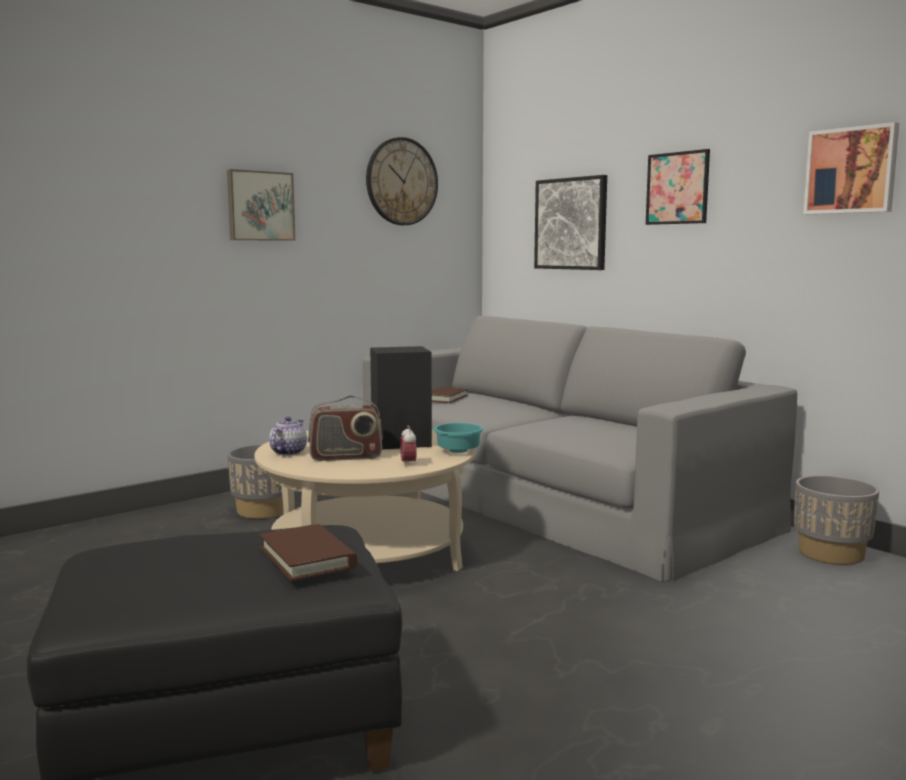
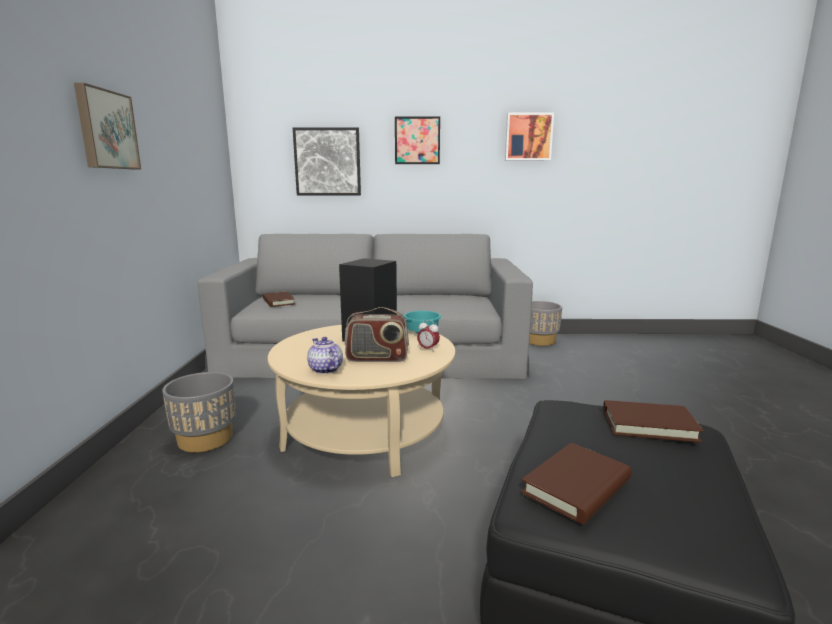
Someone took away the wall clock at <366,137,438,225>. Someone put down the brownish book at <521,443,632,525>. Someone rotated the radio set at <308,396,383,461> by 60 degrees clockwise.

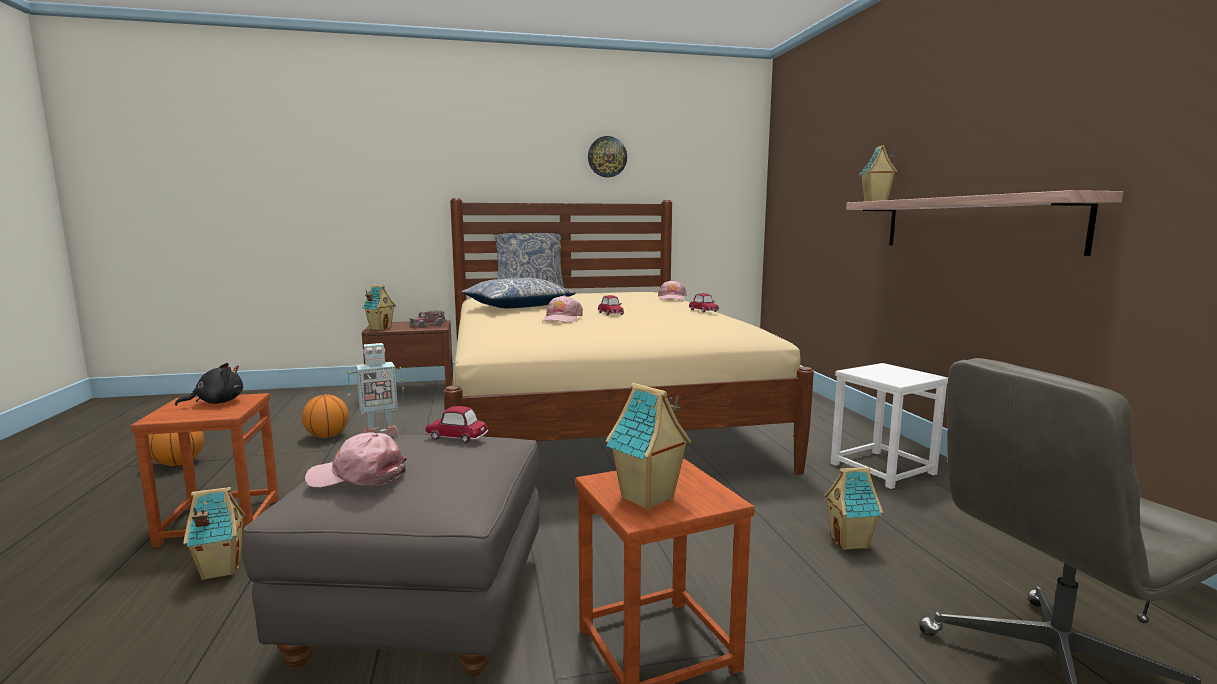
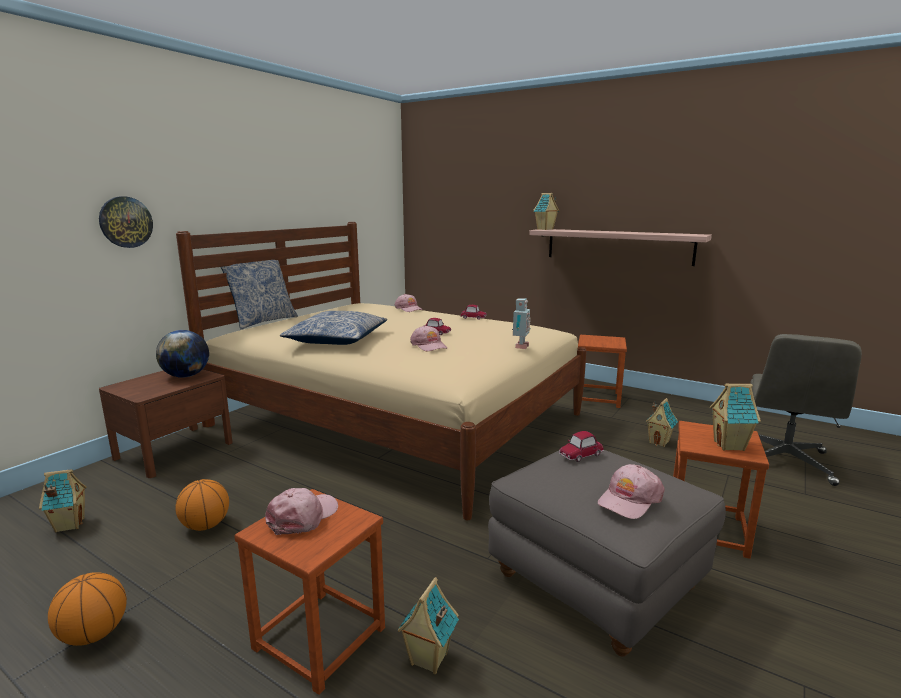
Someone carried the model robot from <347,343,404,435> to <512,298,531,349>. Someone carried the toy house from <362,285,396,330> to <39,469,87,532>. Someone carried the wall clock from <588,136,627,177> to <99,197,153,248>. Someone swapped the black-coloured plush toy at <175,363,243,406> for the pinkish cap at <265,488,338,535>. Someone swapped the model truck at <409,310,447,328> for the desk globe at <156,330,209,378>. Someone repainted the white-coloured stool at <831,363,948,489>, which became the brownish stool at <578,335,627,408>.

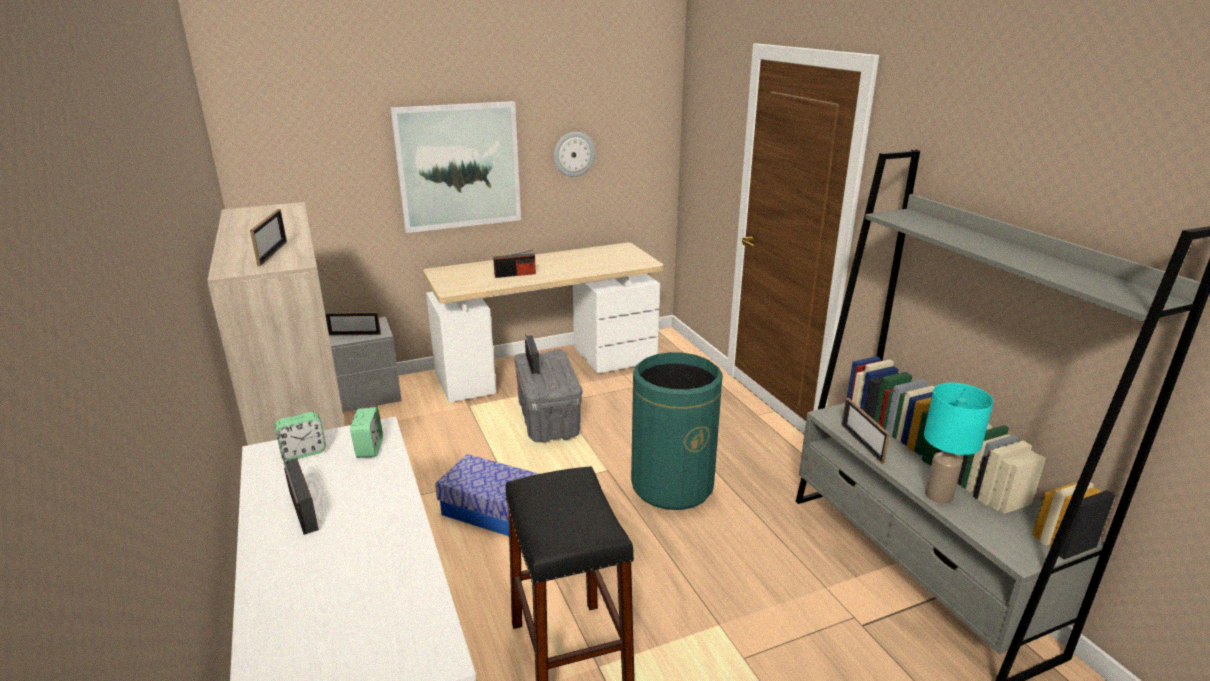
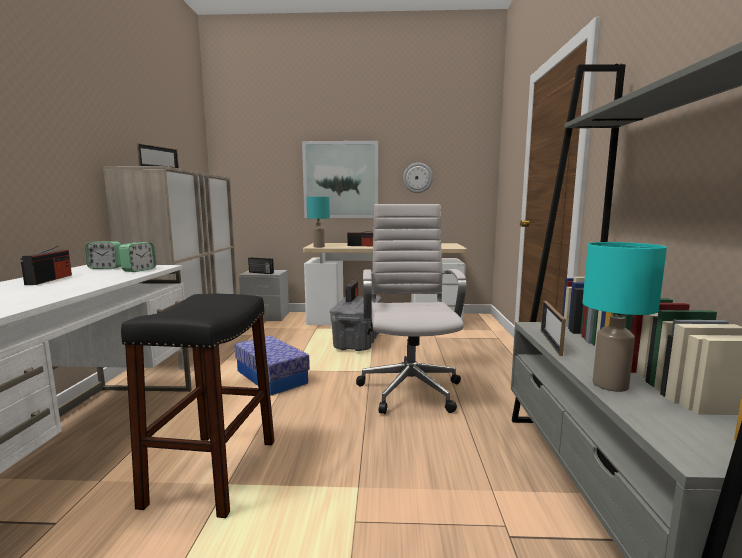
Someone put down the turquoise-coloured tabletop lamp at <307,197,330,248>. Someone swapped the picture frame at <325,312,381,336> for the radio set at <248,257,274,274>. Someone swapped the greenish waste bin at <631,352,723,510> for the white-coloured desk chair at <356,204,467,414>.

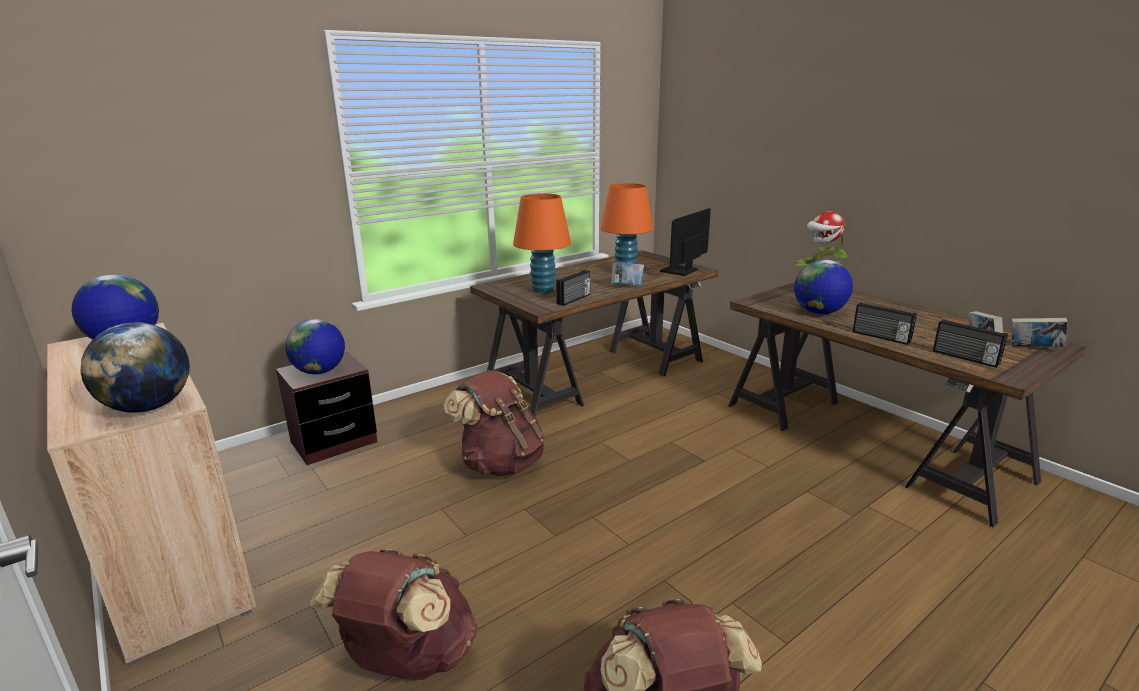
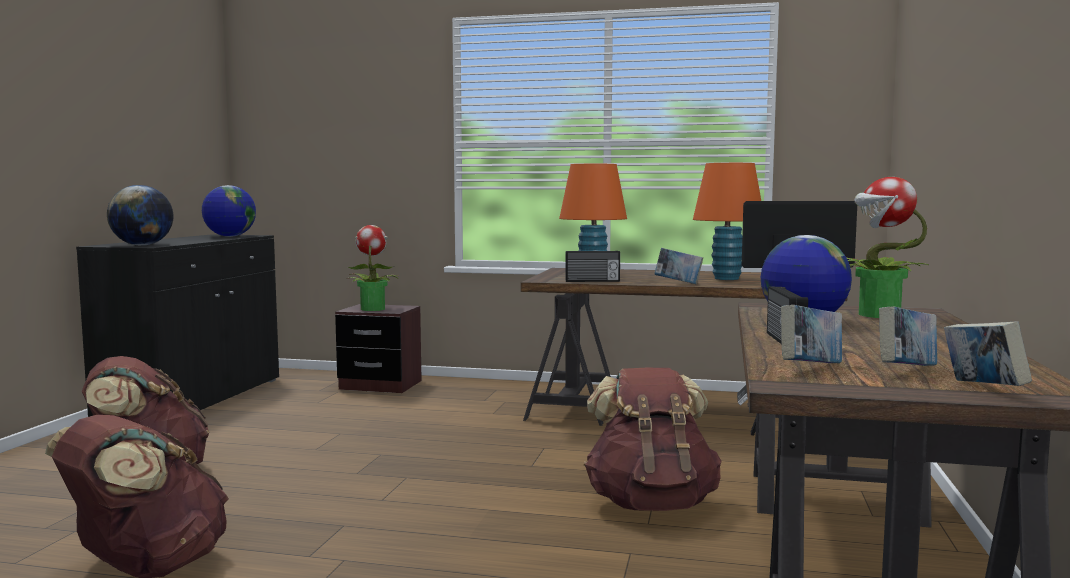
Someone carried the brownish rucksack from <444,370,545,476> to <584,368,722,511>. Someone swapped the desk globe at <285,319,345,374> for the potted plant at <348,225,398,311>. Someone swapped the radio set at <933,319,1008,368> for the book at <781,305,842,363>. Someone repainted the beige cupboard at <47,323,257,666>, which became the black-coloured cupboard at <76,235,279,417>.

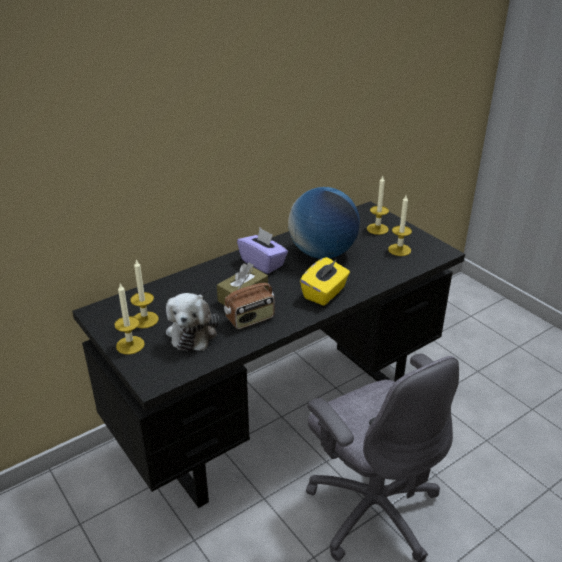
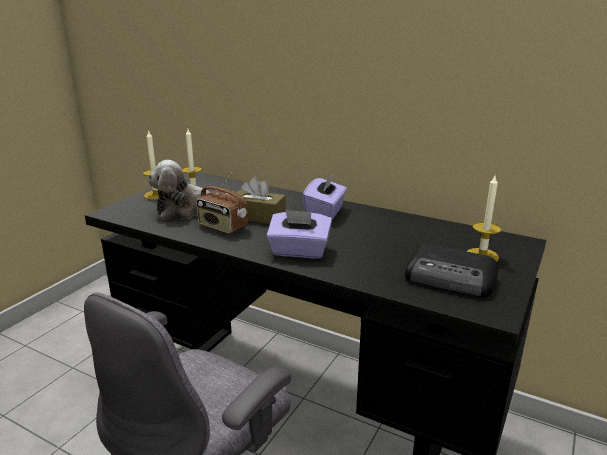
Someone took away the desk globe at <288,187,360,259>. Someone swapped the wax candle at <388,195,412,256> for the radio set at <405,244,498,297>. Someone repainted the yellow-coloured tissue box at <300,257,350,306>, which became the purple tissue box at <267,210,332,258>.

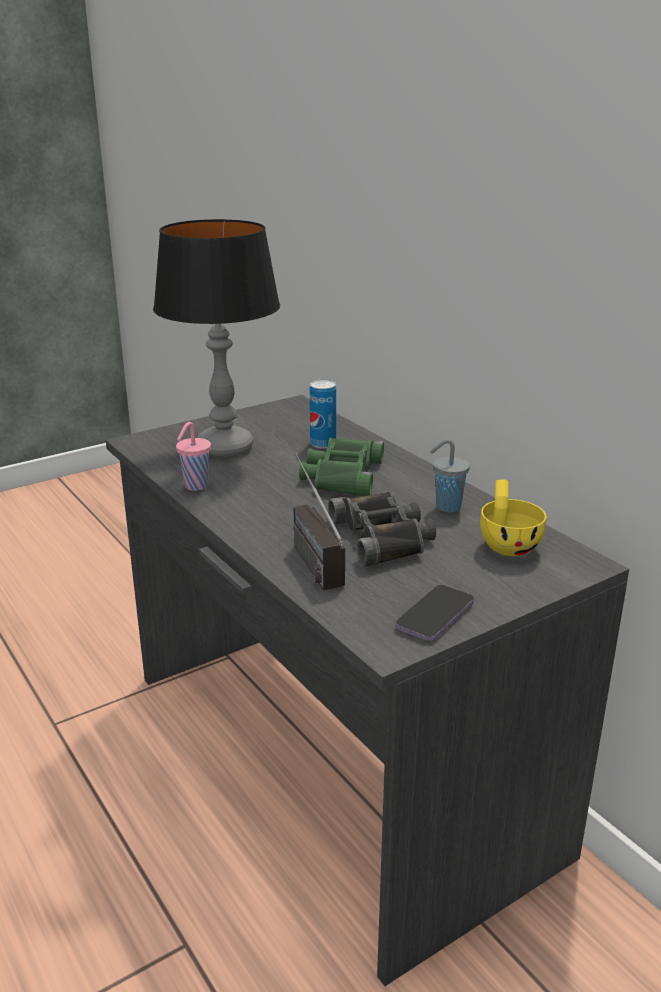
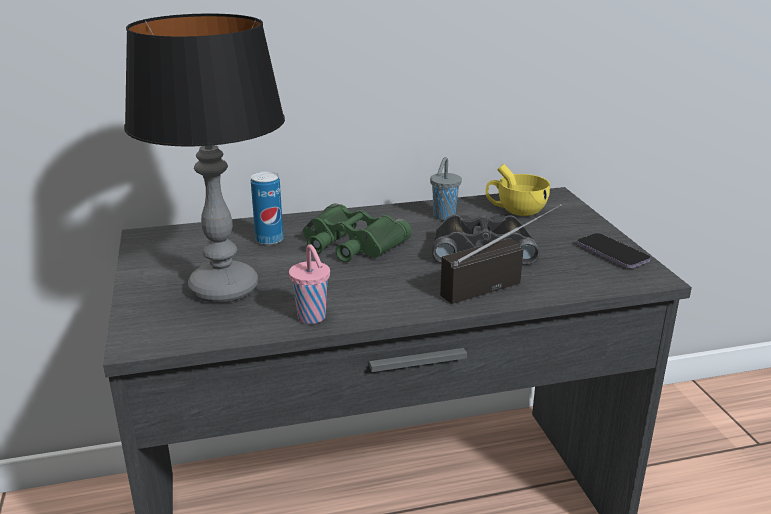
Someone rotated the radio set at <293,453,345,590> by 150 degrees clockwise.

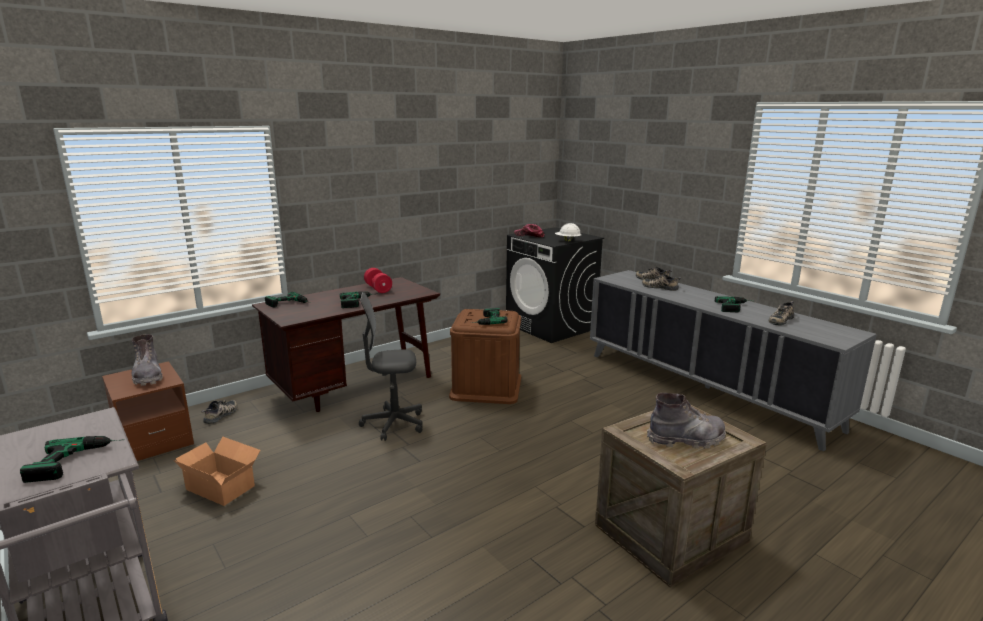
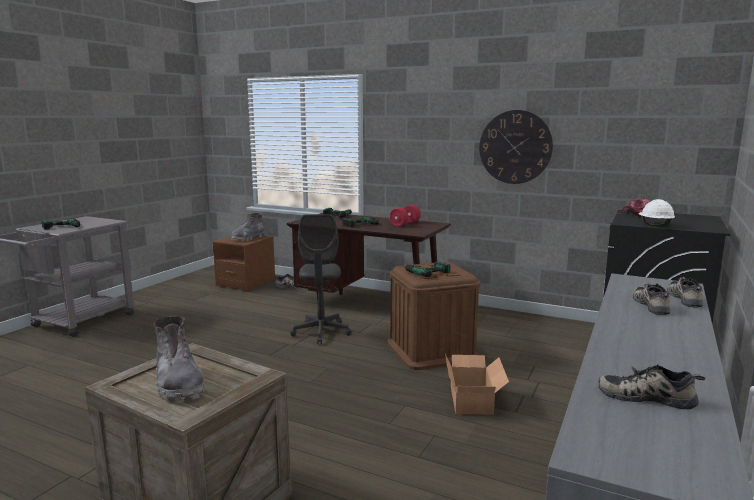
Someone took away the power drill at <715,296,748,312>. Someone put up the wall clock at <479,110,553,184>. Someone carried the carton from <174,437,260,506> to <445,354,509,415>. Someone rotated the gray desk chair at <359,292,423,441> by 150 degrees counterclockwise.

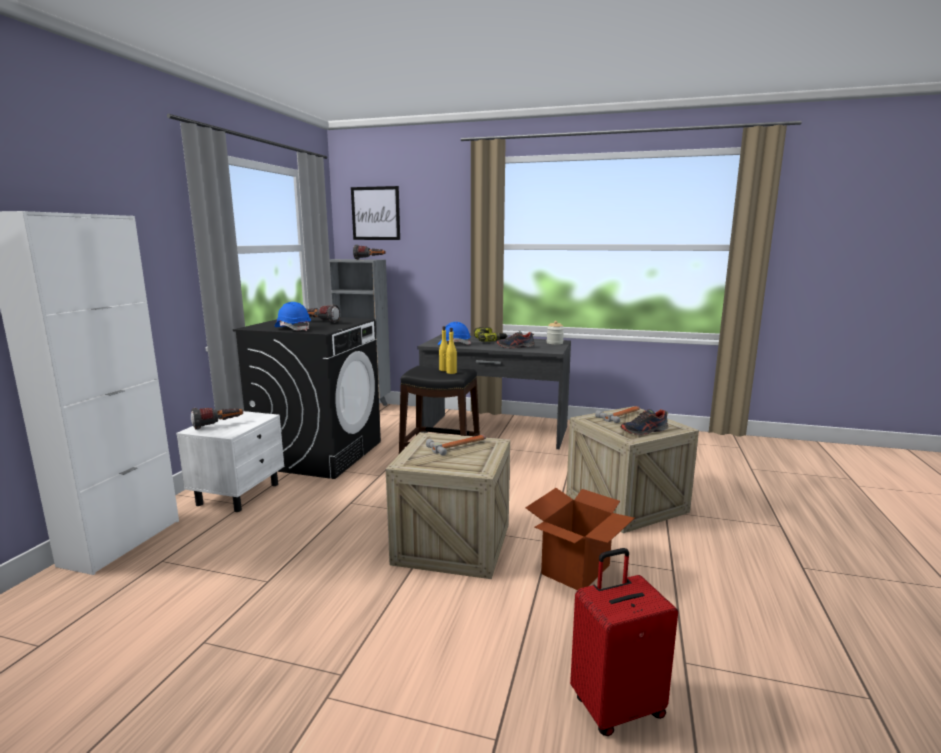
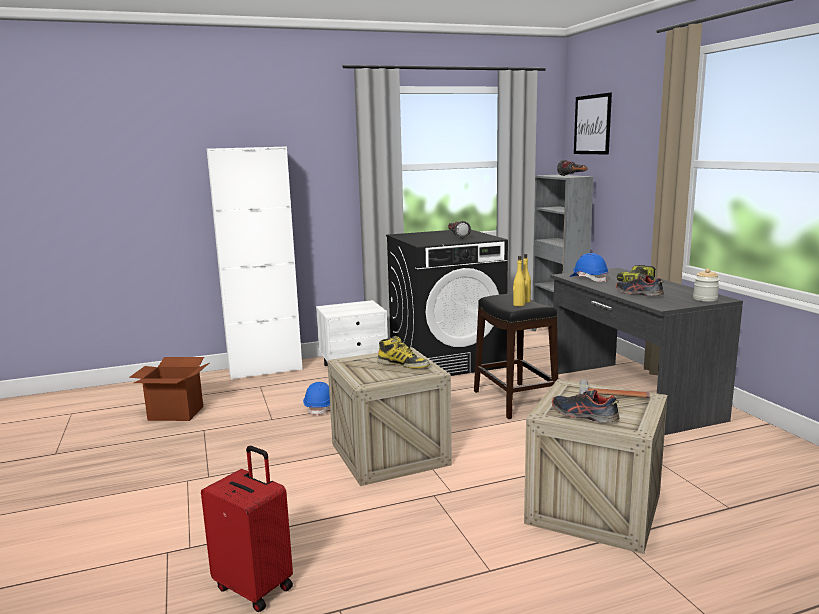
Someone took away the flashlight at <191,408,243,430>. Someone carried the blue work helmet from <275,302,311,331> to <303,382,330,416>. Someone carried the carton from <525,488,635,590> to <129,357,209,421>. Someone swapped the hand hammer at <426,435,486,456> for the high-top boot at <378,336,430,369>.

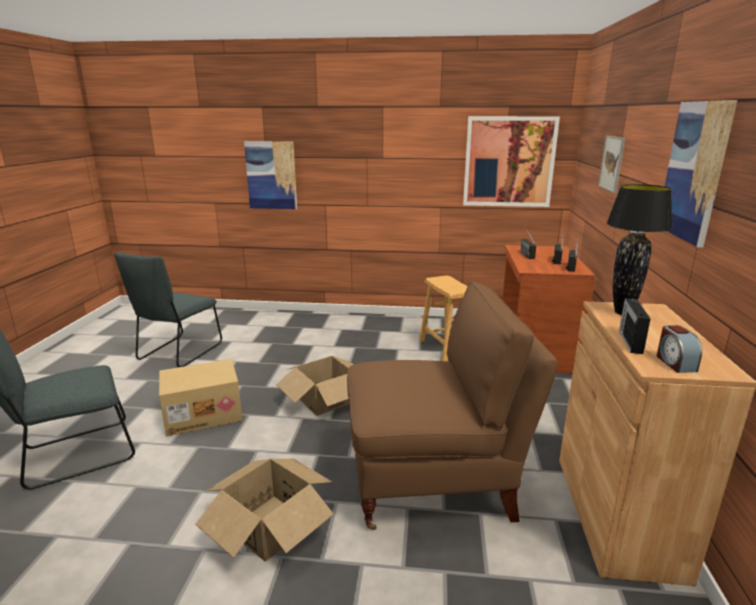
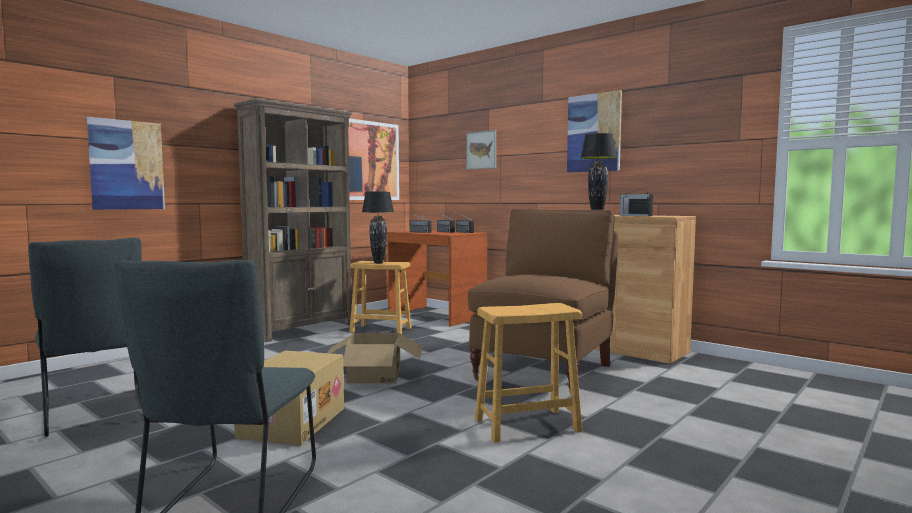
Someone took away the bedside clock at <657,325,702,373>. Someone put down the brownish bookcase at <234,98,352,342>. Someone put down the black-coloured tabletop lamp at <362,192,394,263>. Someone swapped the carton at <195,459,333,561> for the brownish stool at <475,303,583,443>.

